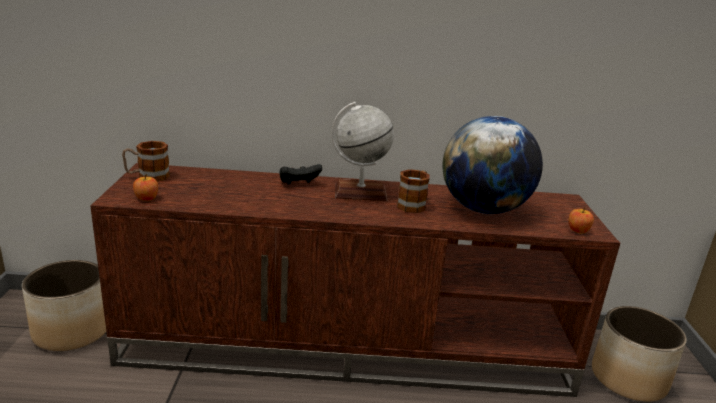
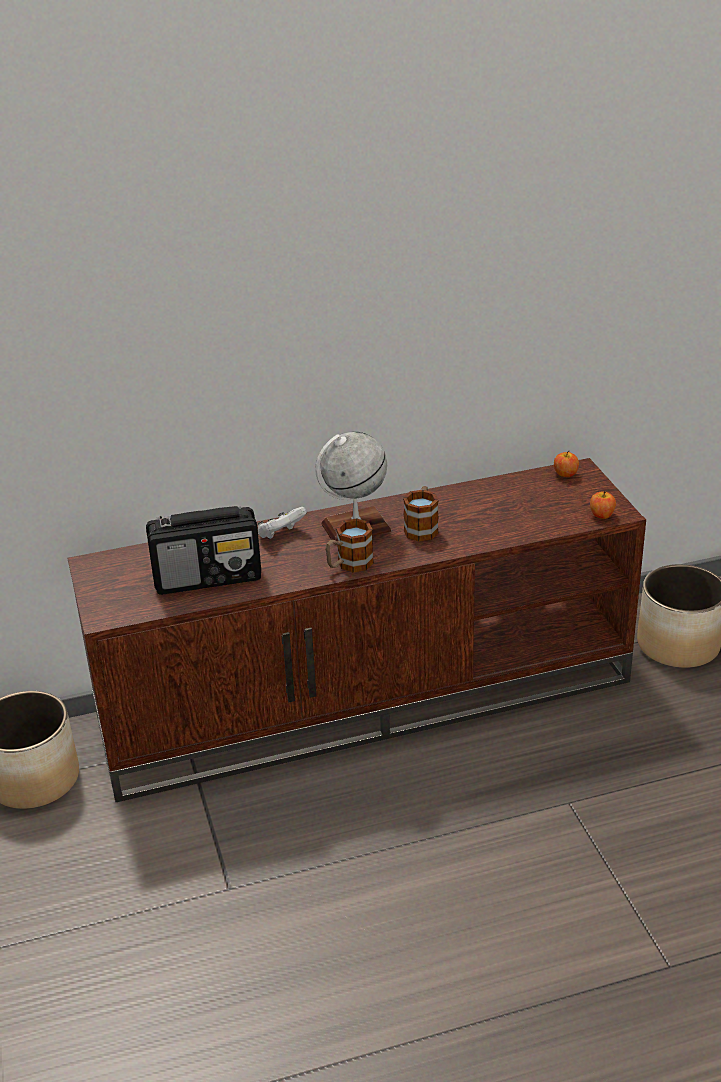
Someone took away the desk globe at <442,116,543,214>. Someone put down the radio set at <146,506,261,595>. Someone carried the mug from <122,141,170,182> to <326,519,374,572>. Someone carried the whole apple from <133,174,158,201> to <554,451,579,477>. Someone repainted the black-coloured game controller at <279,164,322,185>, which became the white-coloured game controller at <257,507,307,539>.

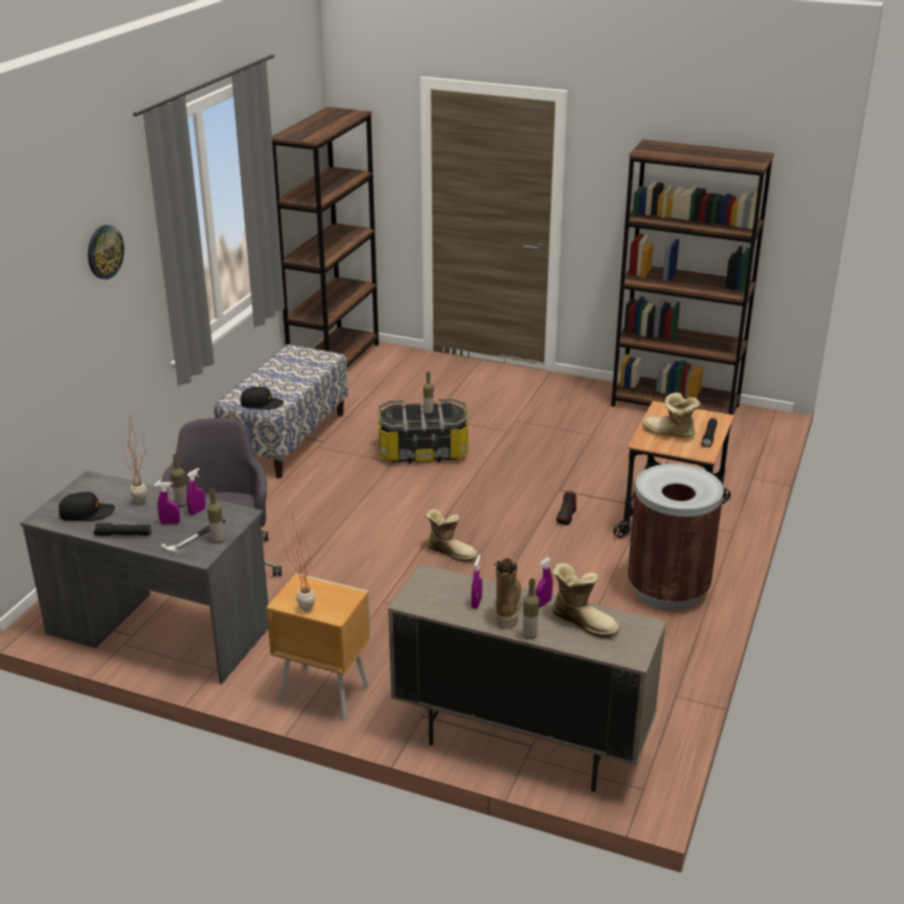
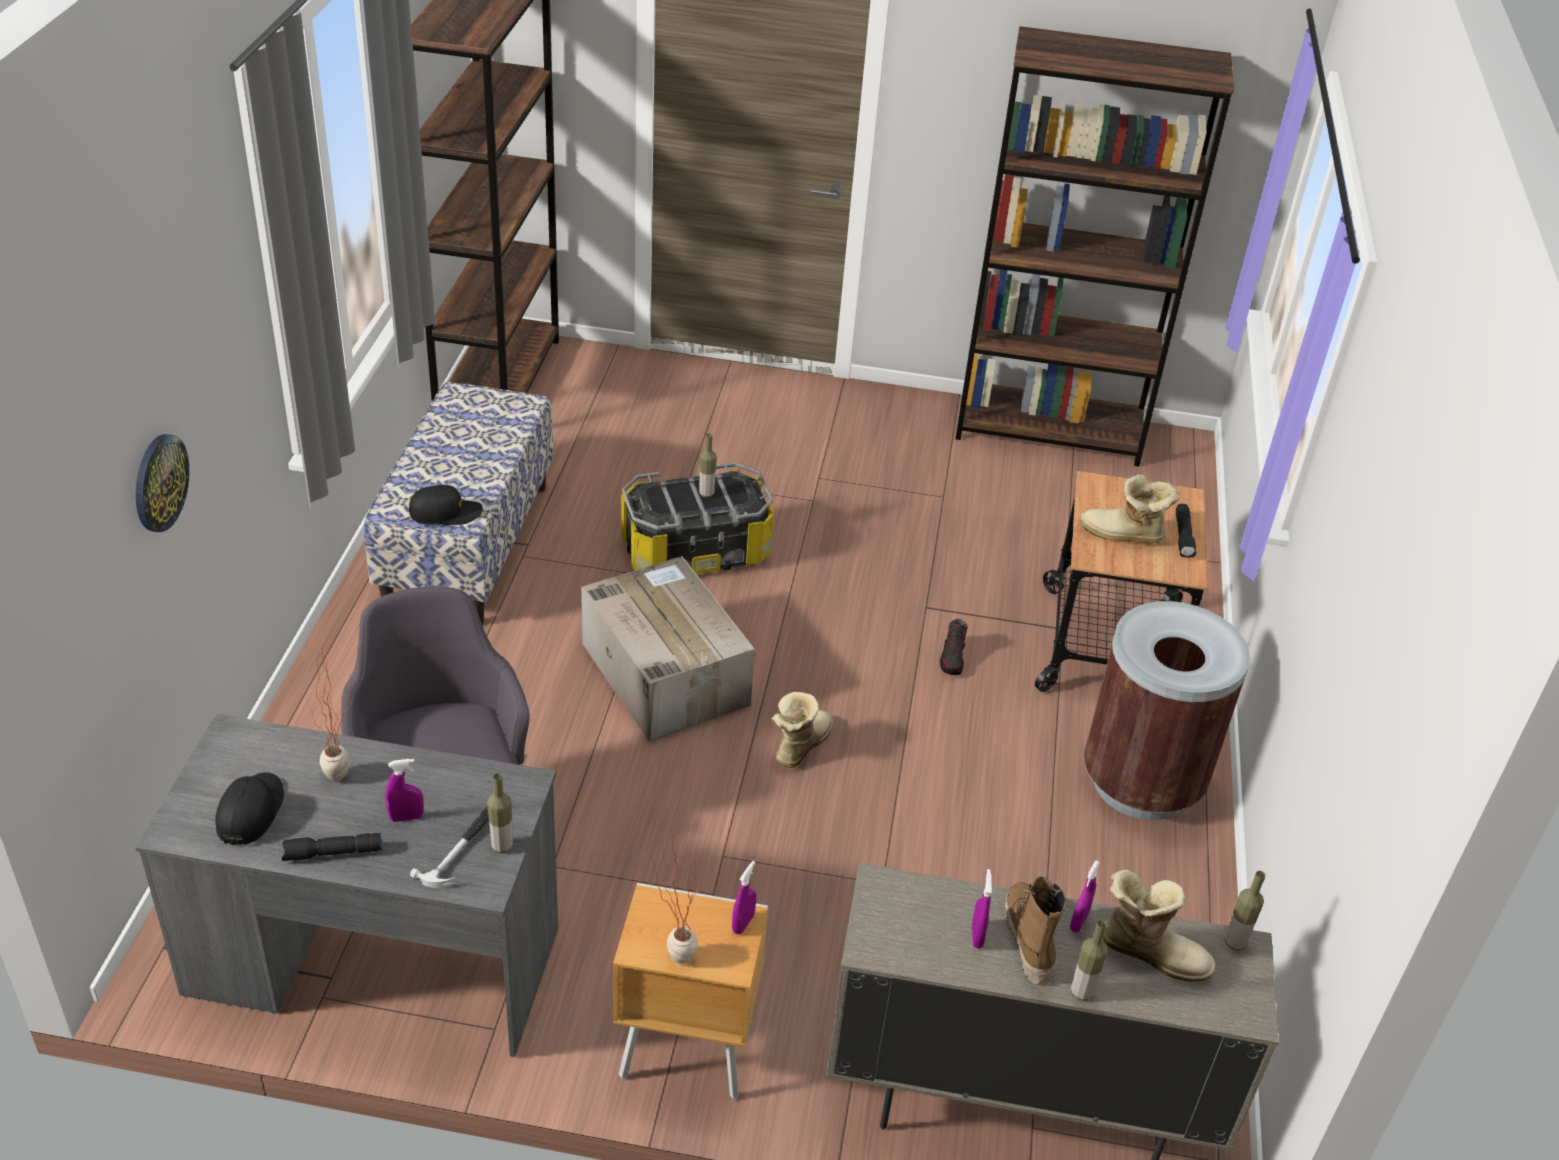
Someone put down the carton at <581,556,755,741>. Someone carried the wall clock from <88,225,124,279> to <136,434,189,532>. Someone carried the beverage bottle from <171,454,187,507> to <1224,871,1266,950>. Someone carried the purple hand sprayer from <187,468,206,515> to <732,861,756,934>. Someone rotated the black-coloured cap at <59,492,115,521> by 60 degrees counterclockwise. Someone rotated the high-top boot at <425,509,478,562> by 75 degrees counterclockwise.

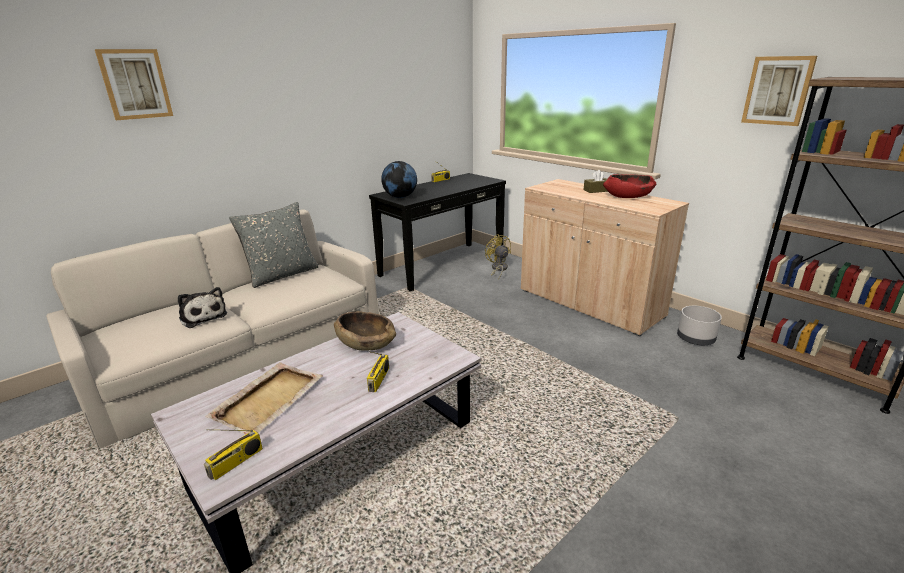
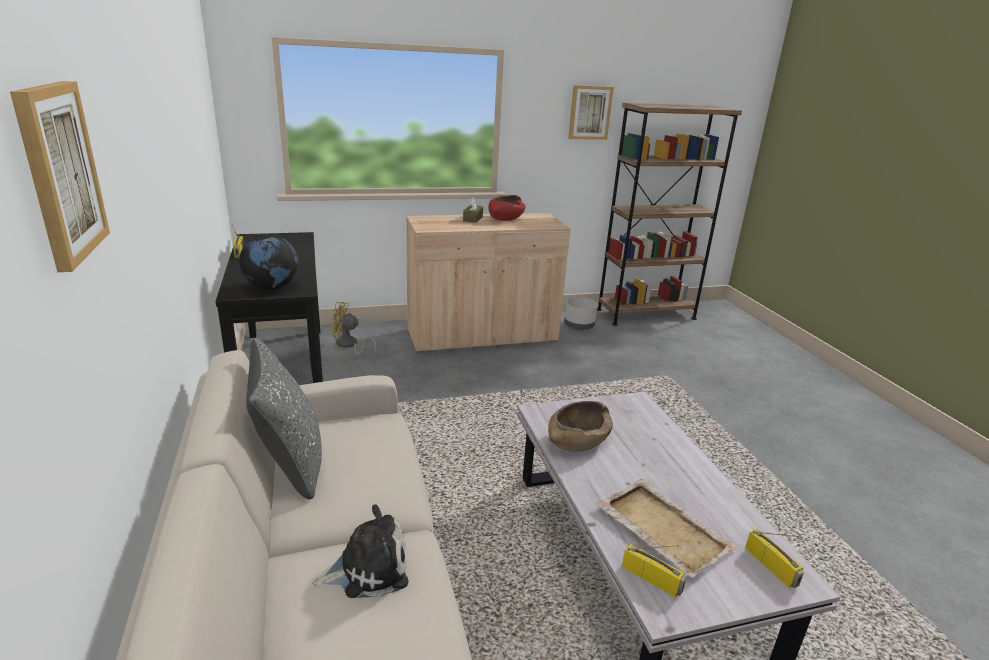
Someone carried the radio set from <367,351,389,392> to <622,544,686,597>.

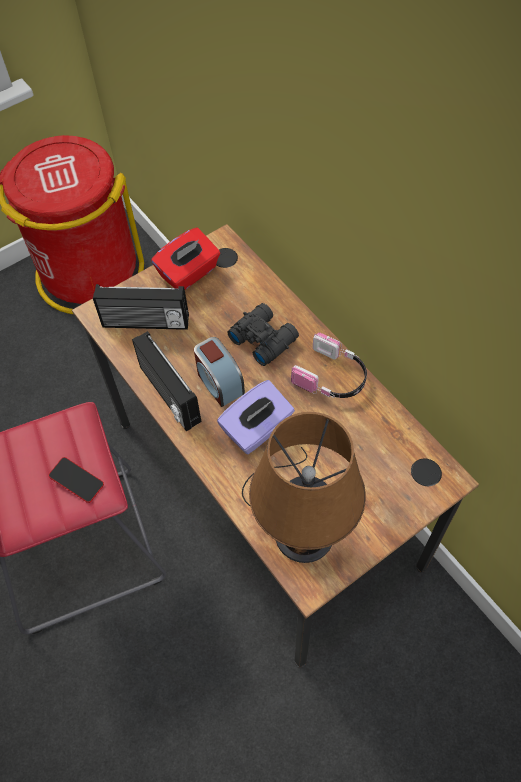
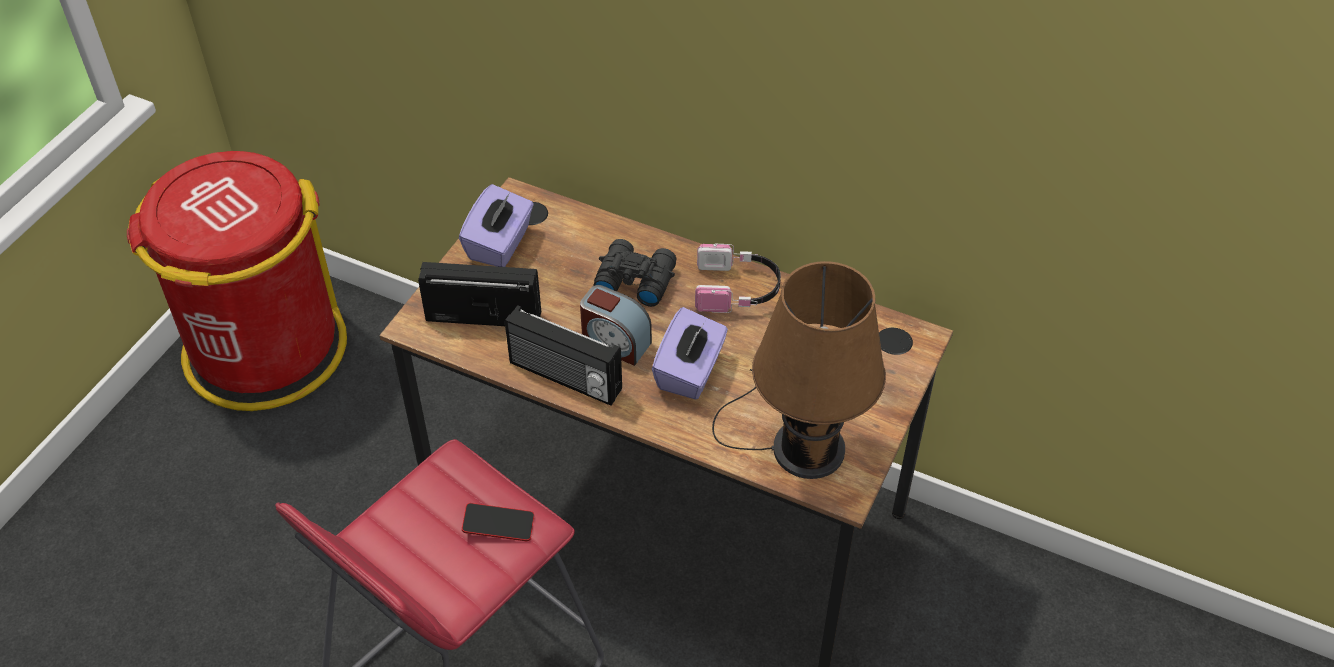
Someone repainted the reddish tissue box at <152,228,220,290>, which became the purple tissue box at <459,184,534,267>. Someone rotated the radio set at <93,284,189,330> by 150 degrees counterclockwise.

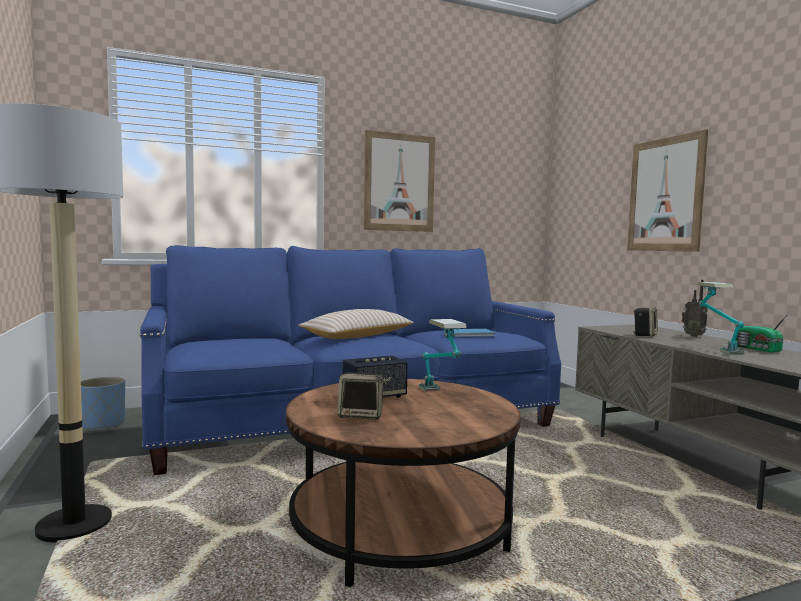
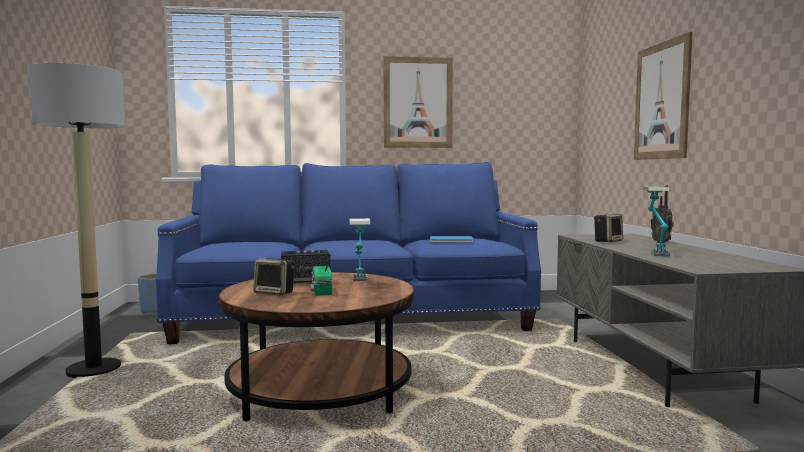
Someone took away the beige throw pillow at <298,309,414,339>. Someone carried the radio set from <736,313,789,353> to <310,253,333,295>.

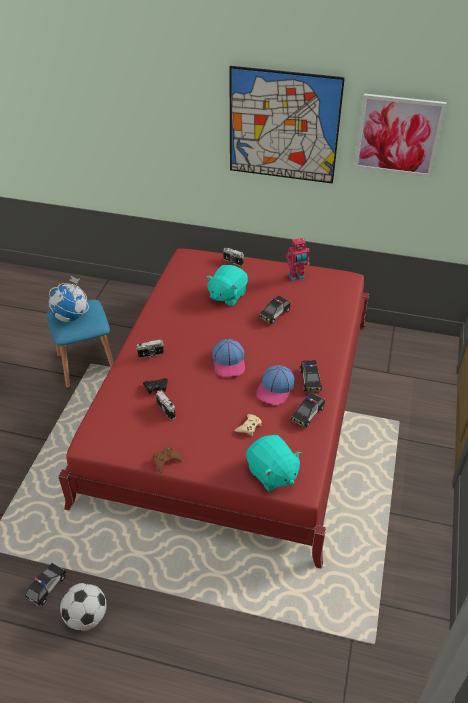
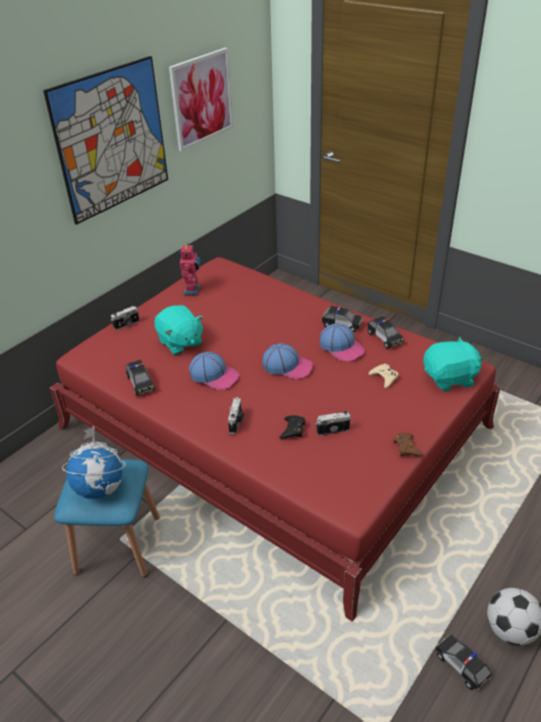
Someone put down the cap at <189,352,240,390>. Someone carried the toy car from <259,296,291,324> to <126,360,155,396>.

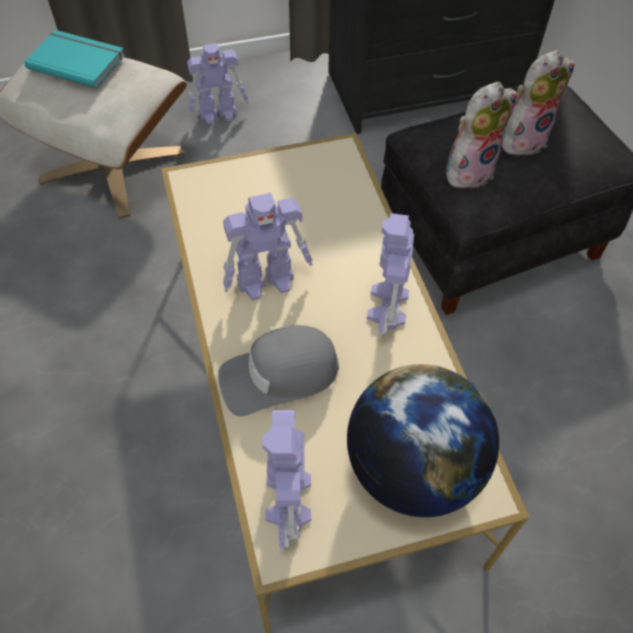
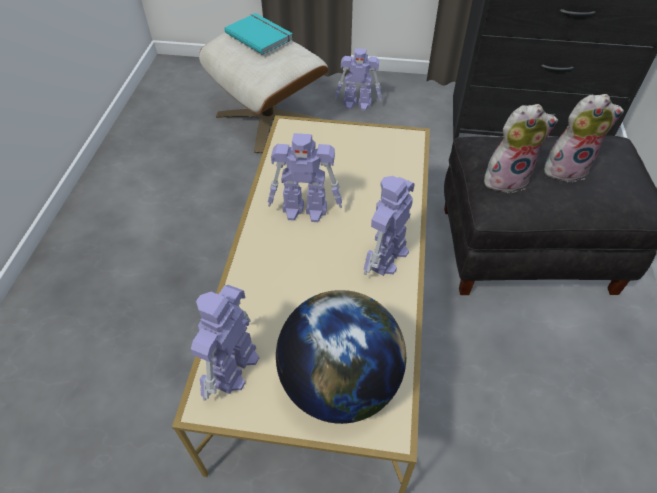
Someone took away the gray cap at <218,325,339,416>.

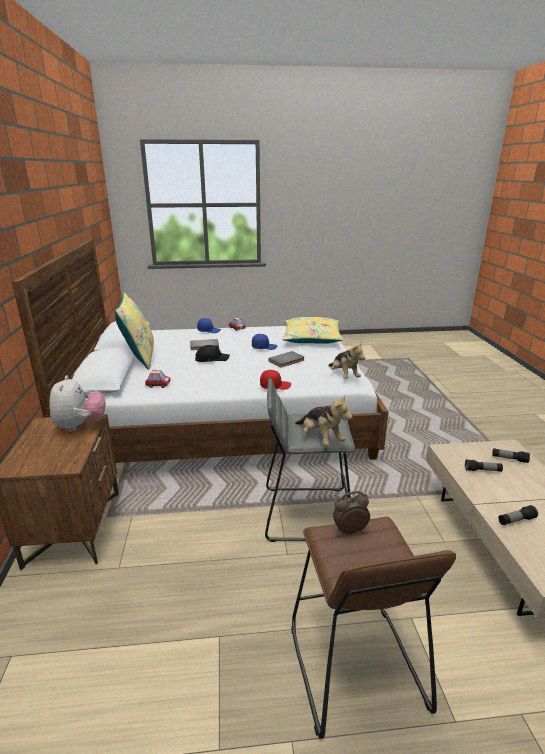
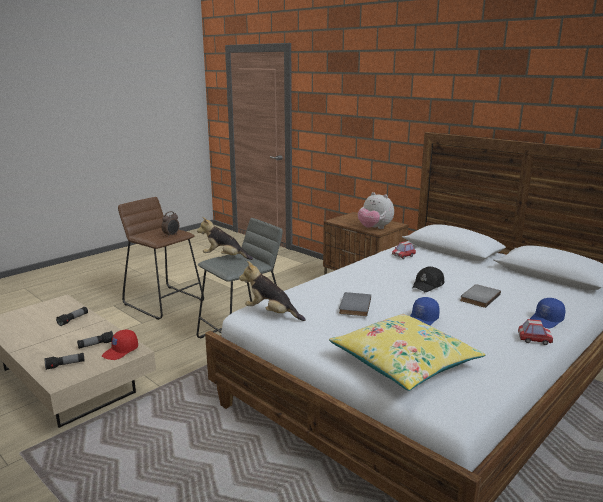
Someone took away the yellow-coloured throw pillow at <115,293,154,370>. Someone carried the reddish cap from <260,370,291,390> to <102,330,138,360>.

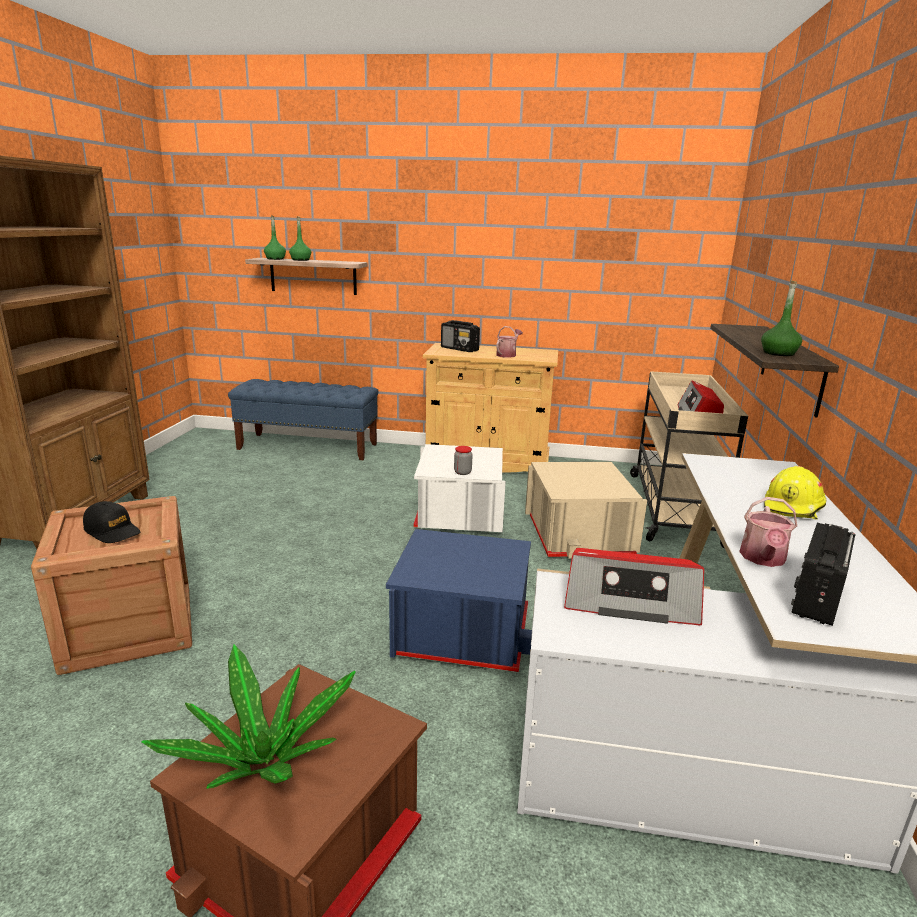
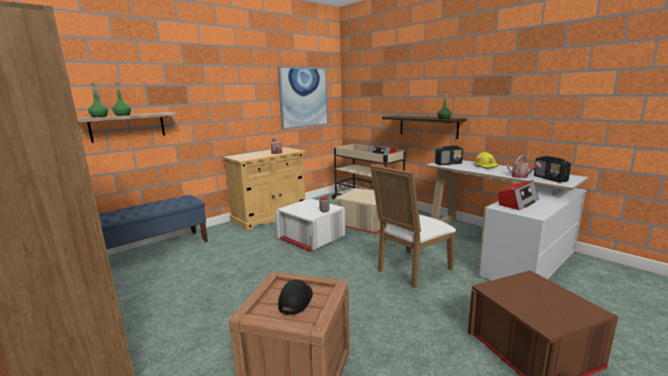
Someone took away the potted plant at <142,644,356,789>. Someone put up the wall picture at <278,67,328,130>. Someone carried the radio set from <441,320,480,352> to <435,146,463,165>. Someone swapped the blue storage bin at <386,529,532,672> for the white-coloured chair at <370,165,456,288>. Someone rotated the black-coloured cap at <83,501,140,543> by 60 degrees counterclockwise.

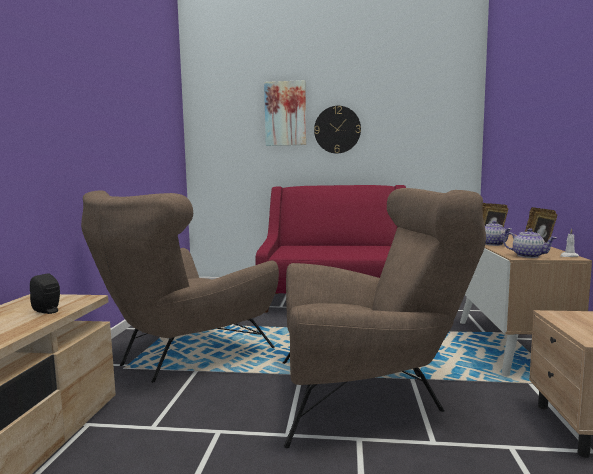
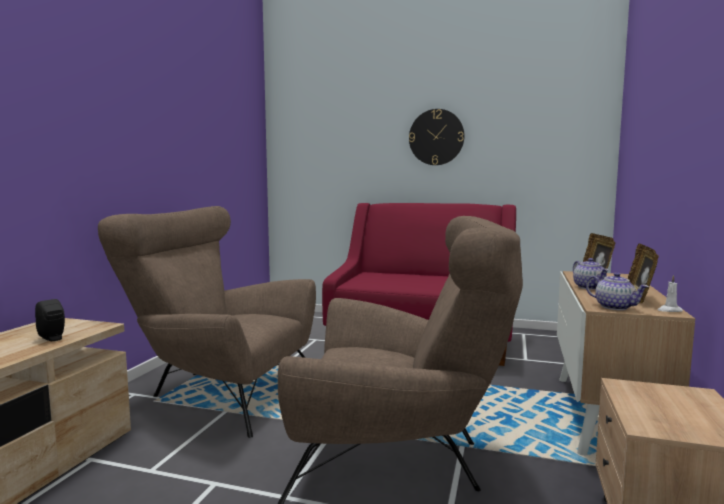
Someone took away the wall picture at <264,80,306,146>. Someone rotated the brownish armchair at <81,190,279,383> by 60 degrees clockwise.

